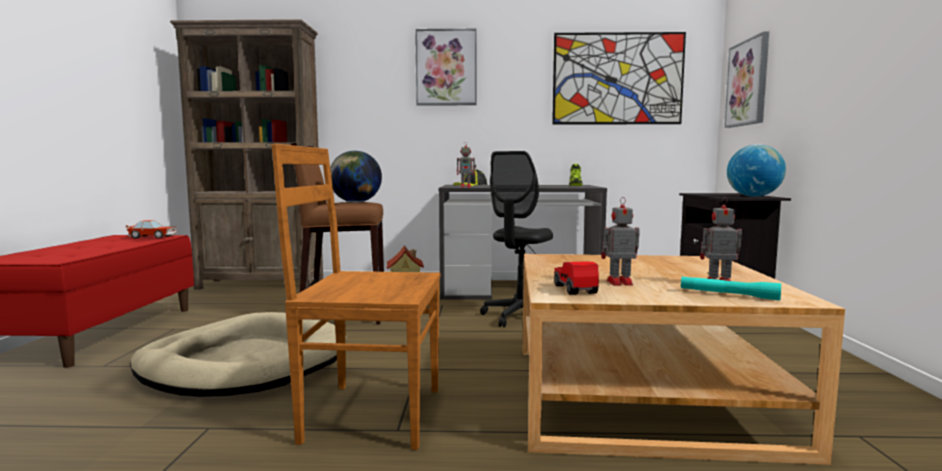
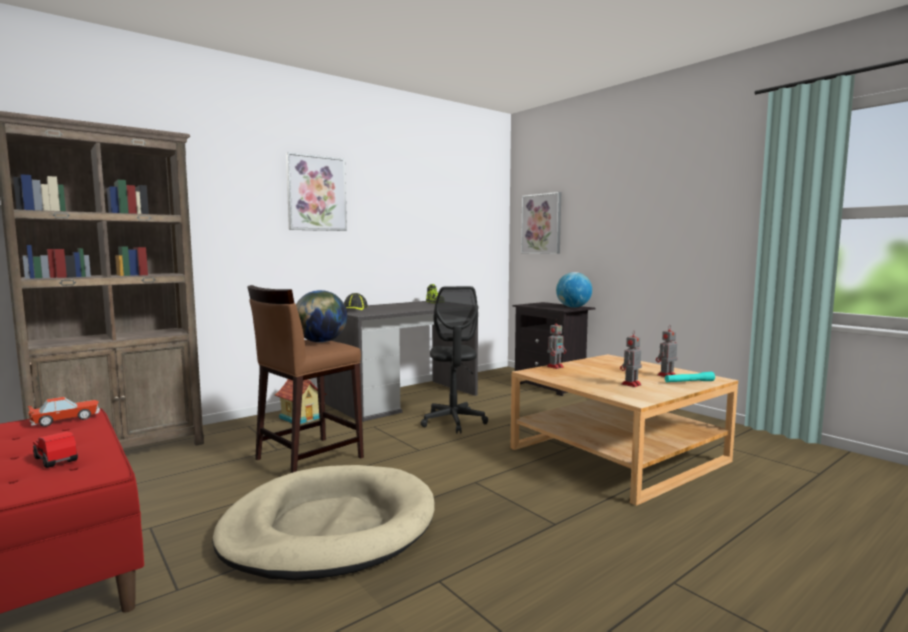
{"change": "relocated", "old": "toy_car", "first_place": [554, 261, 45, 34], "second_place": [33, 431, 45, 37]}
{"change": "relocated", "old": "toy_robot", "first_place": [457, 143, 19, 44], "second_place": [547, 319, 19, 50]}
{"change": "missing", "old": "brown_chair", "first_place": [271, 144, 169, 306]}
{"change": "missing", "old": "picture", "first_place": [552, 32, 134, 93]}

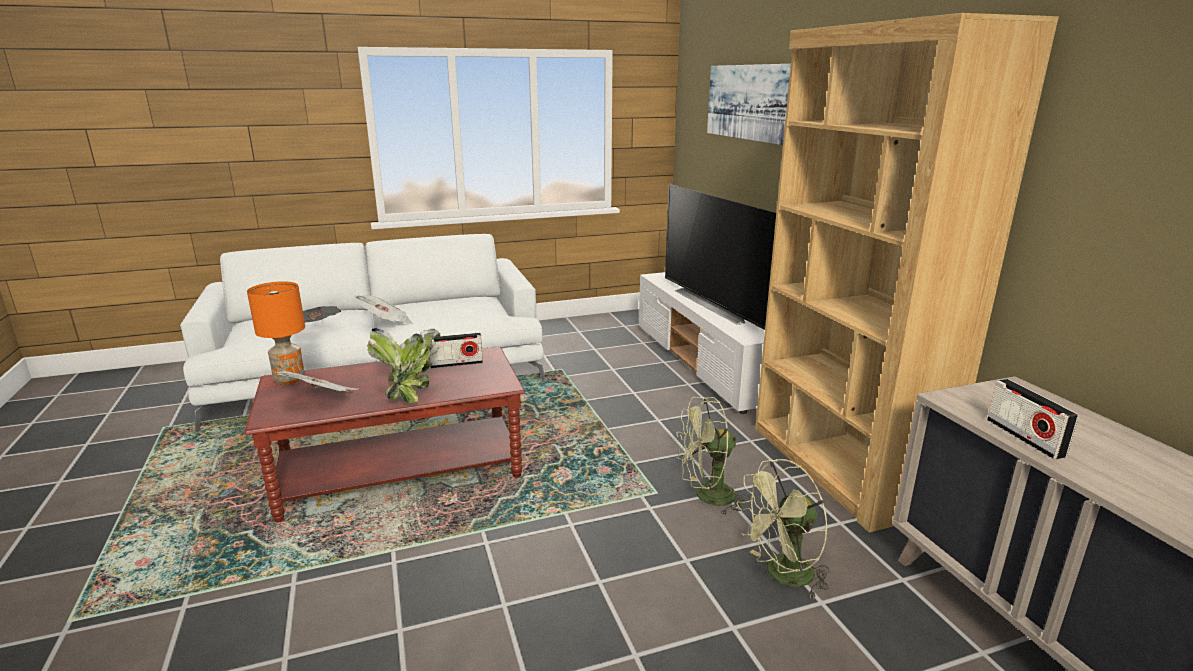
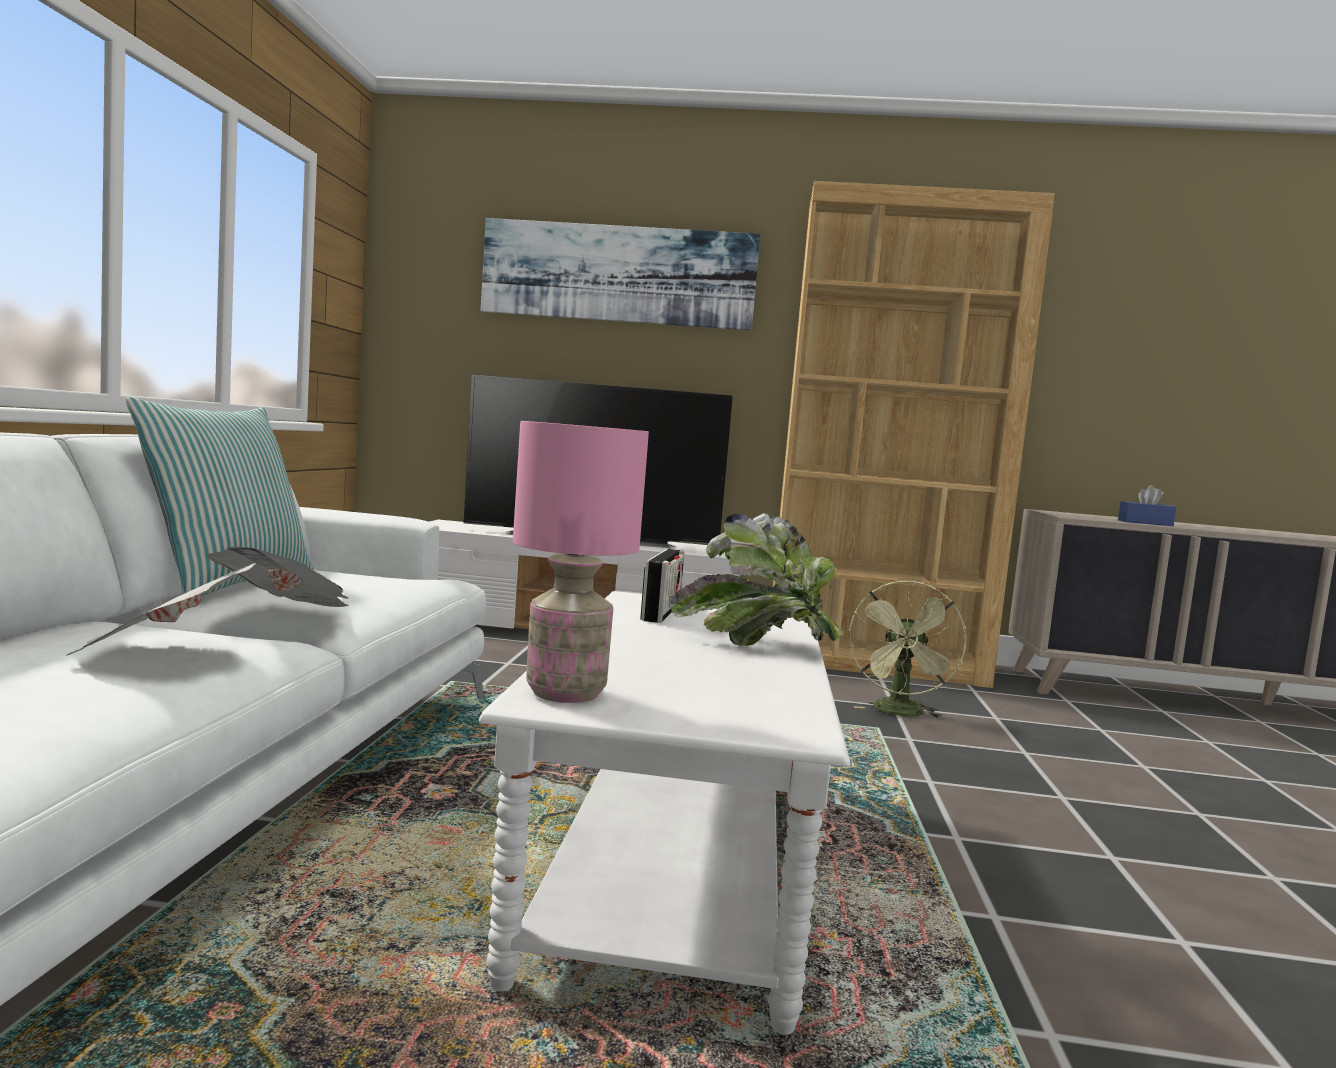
{"change": "appeared", "new": "pillow", "second_place": [126, 397, 187, 199]}
{"change": "colour", "old": "brown_coffee_table", "new": "white_coffee_table", "first_place": [244, 346, 281, 176], "second_place": [479, 591, 372, 444]}
{"change": "colour", "old": "orange_table_lamp", "new": "pink_table_lamp", "first_place": [247, 281, 58, 104], "second_place": [513, 421, 136, 282]}
{"change": "exchanged", "old": "radio", "new": "blue_tissue_box", "first_place": [987, 379, 92, 80], "second_place": [1118, 485, 58, 41]}
{"change": "missing", "old": "newspaper", "first_place": [276, 371, 82, 21]}
{"change": "missing", "old": "green_fan", "first_place": [737, 459, 93, 140]}

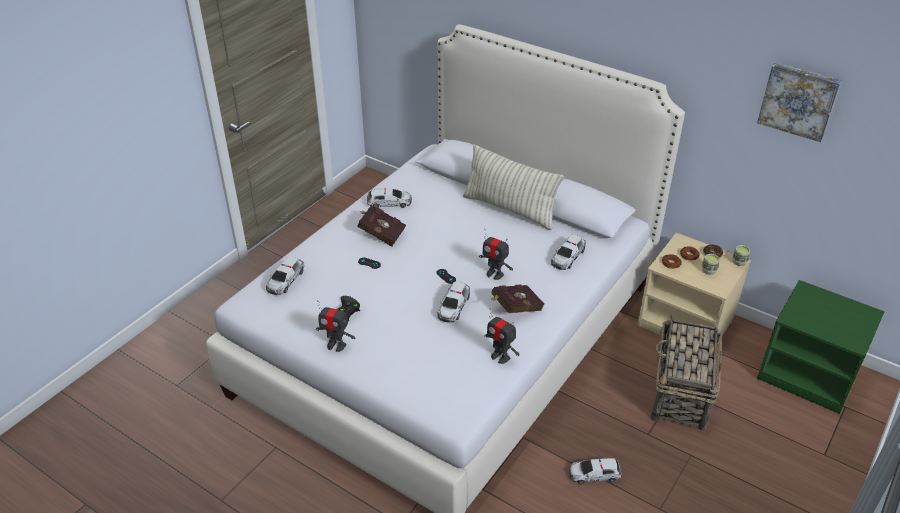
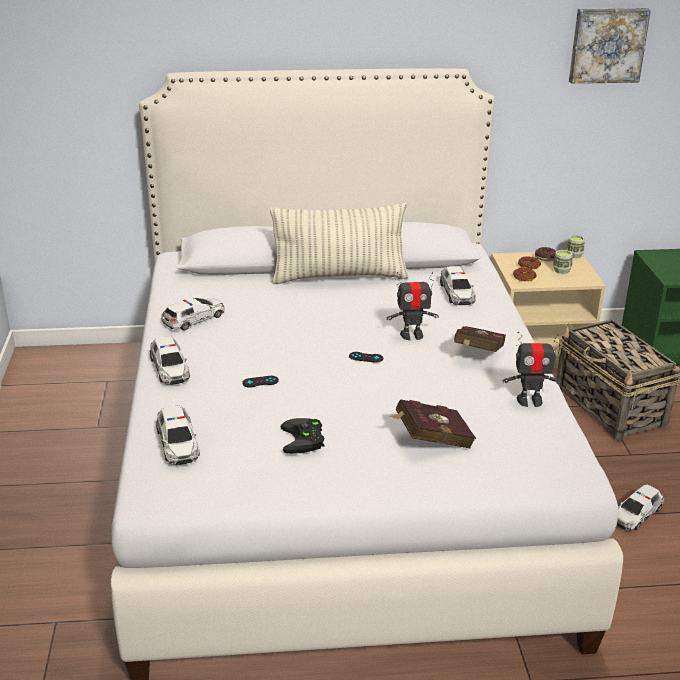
{"change": "relocated", "old": "toy_car", "first_place": [437, 282, 33, 41], "second_place": [150, 336, 40, 49]}
{"change": "relocated", "old": "red_book", "first_place": [357, 205, 49, 42], "second_place": [390, 400, 86, 48]}
{"change": "missing", "old": "toy_robot", "first_place": [316, 300, 40, 52]}

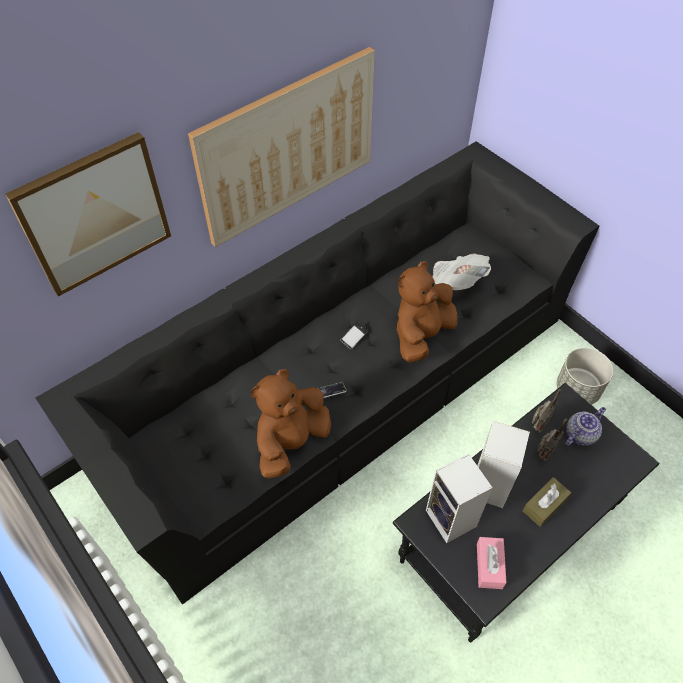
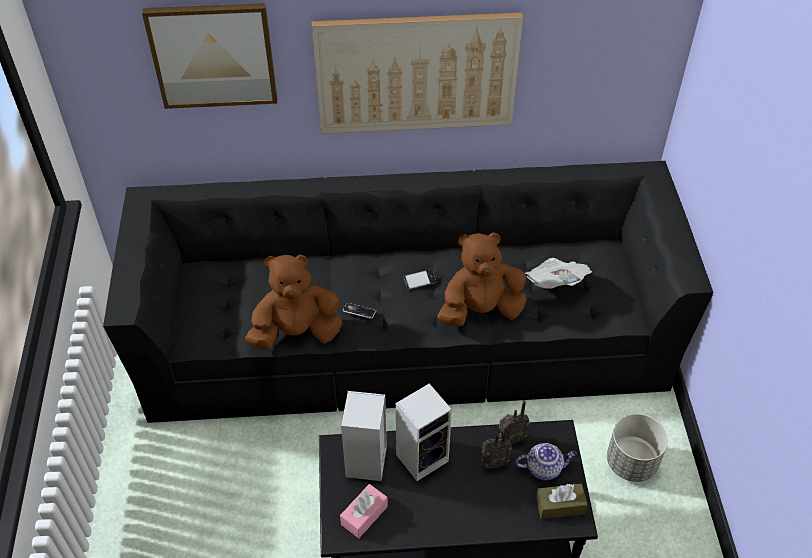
{"change": "relocated", "old": "brown_tissue_box", "first_place": [523, 477, 48, 50], "second_place": [536, 484, 51, 35]}

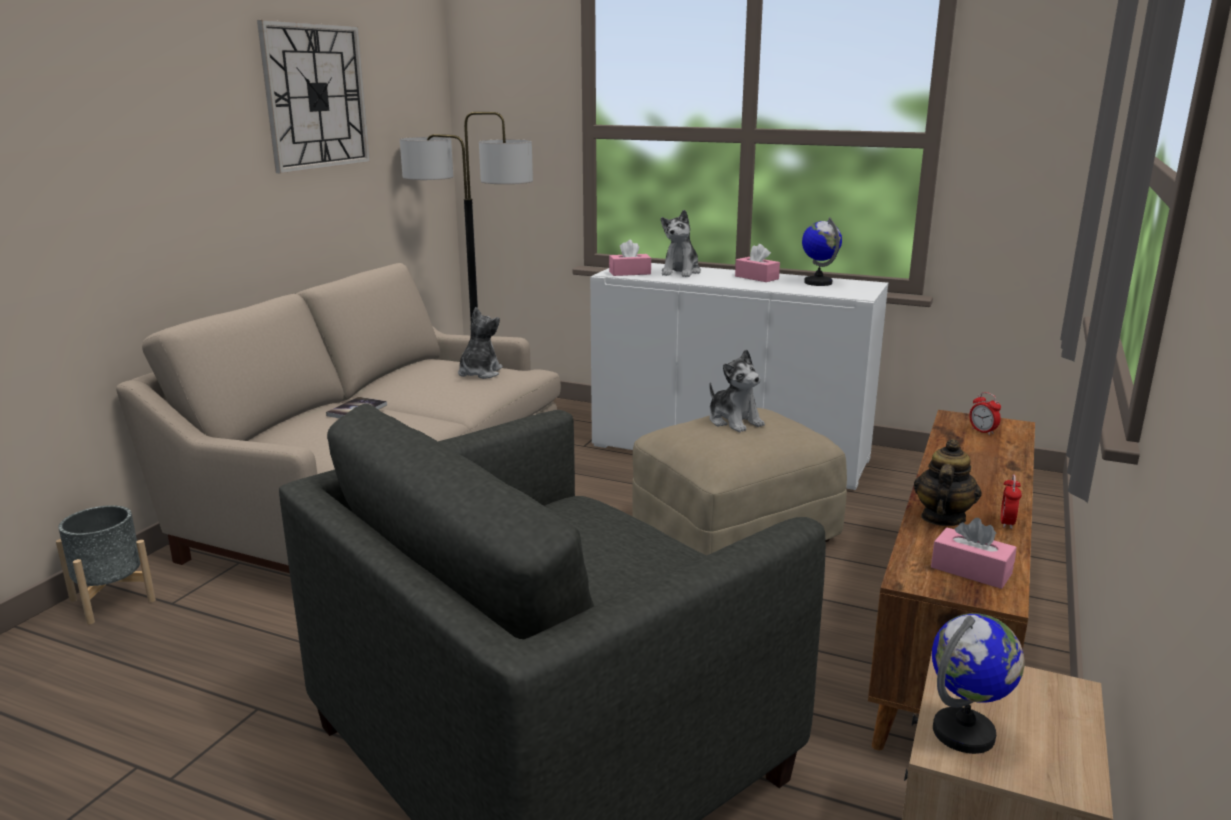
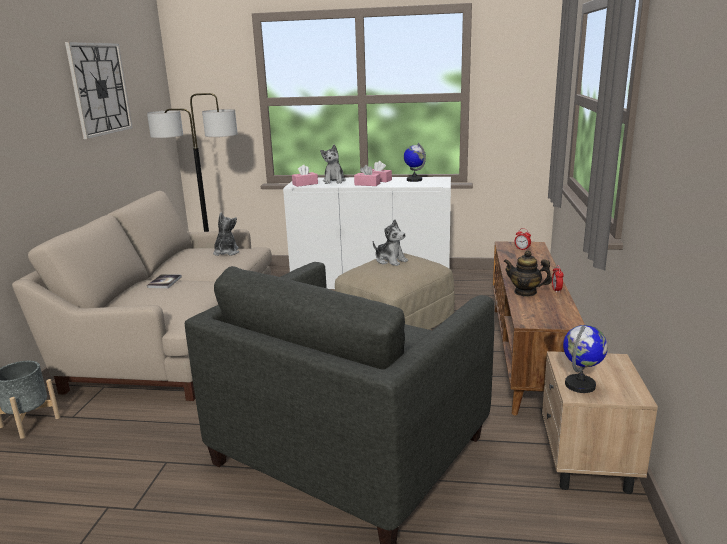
{"change": "relocated", "old": "pink_tissue_box", "first_place": [931, 518, 86, 71], "second_place": [354, 165, 26, 21]}
{"change": "spun", "old": "teapot", "first_place": [914, 439, 68, 87], "second_place": [503, 250, 49, 47], "degrees": -75}

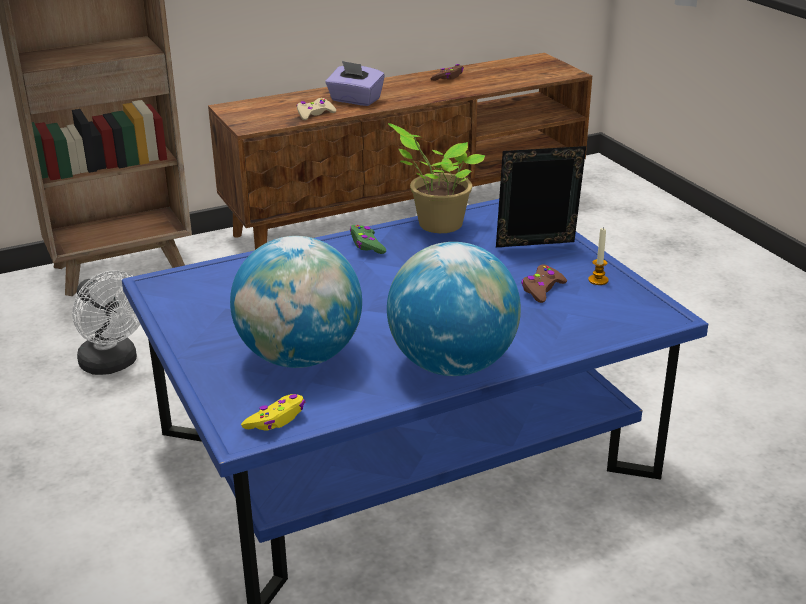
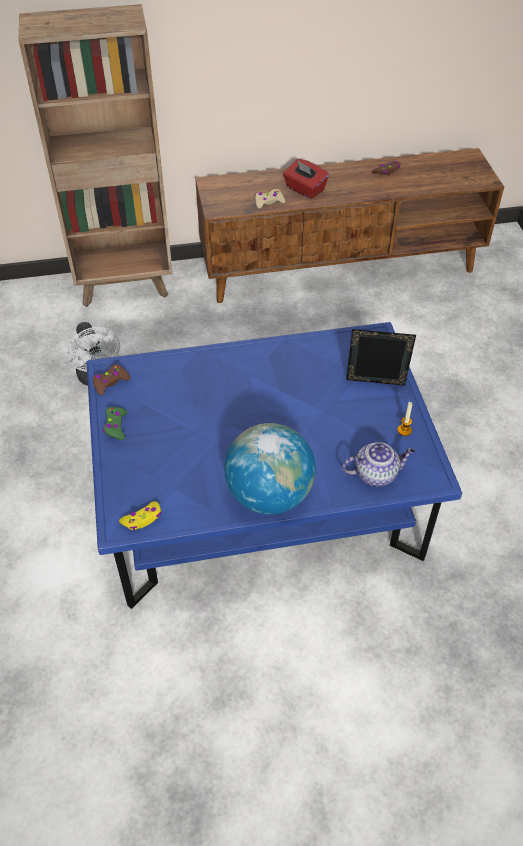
{"change": "relocated", "old": "brown_game_controller", "first_place": [521, 264, 46, 39], "second_place": [92, 364, 38, 31]}
{"change": "relocated", "old": "green_game_controller", "first_place": [350, 225, 36, 29], "second_place": [103, 407, 25, 33]}
{"change": "colour", "old": "purple_tissue_box", "new": "red_tissue_box", "first_place": [325, 61, 60, 45], "second_place": [283, 159, 46, 40]}
{"change": "appeared", "new": "teapot", "second_place": [342, 442, 73, 45]}
{"change": "missing", "old": "globe", "first_place": [230, 236, 132, 132]}
{"change": "missing", "old": "potted_plant", "first_place": [388, 123, 98, 110]}

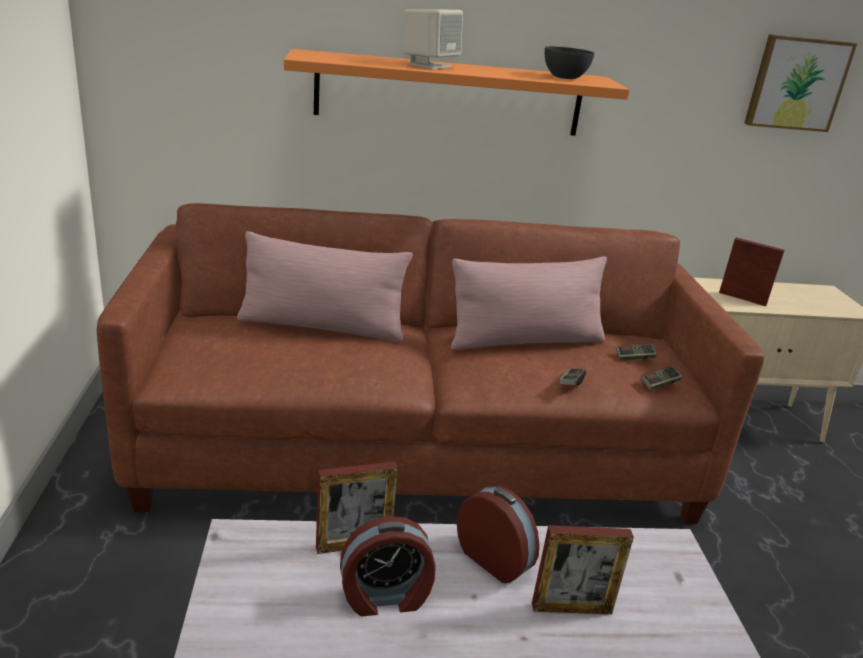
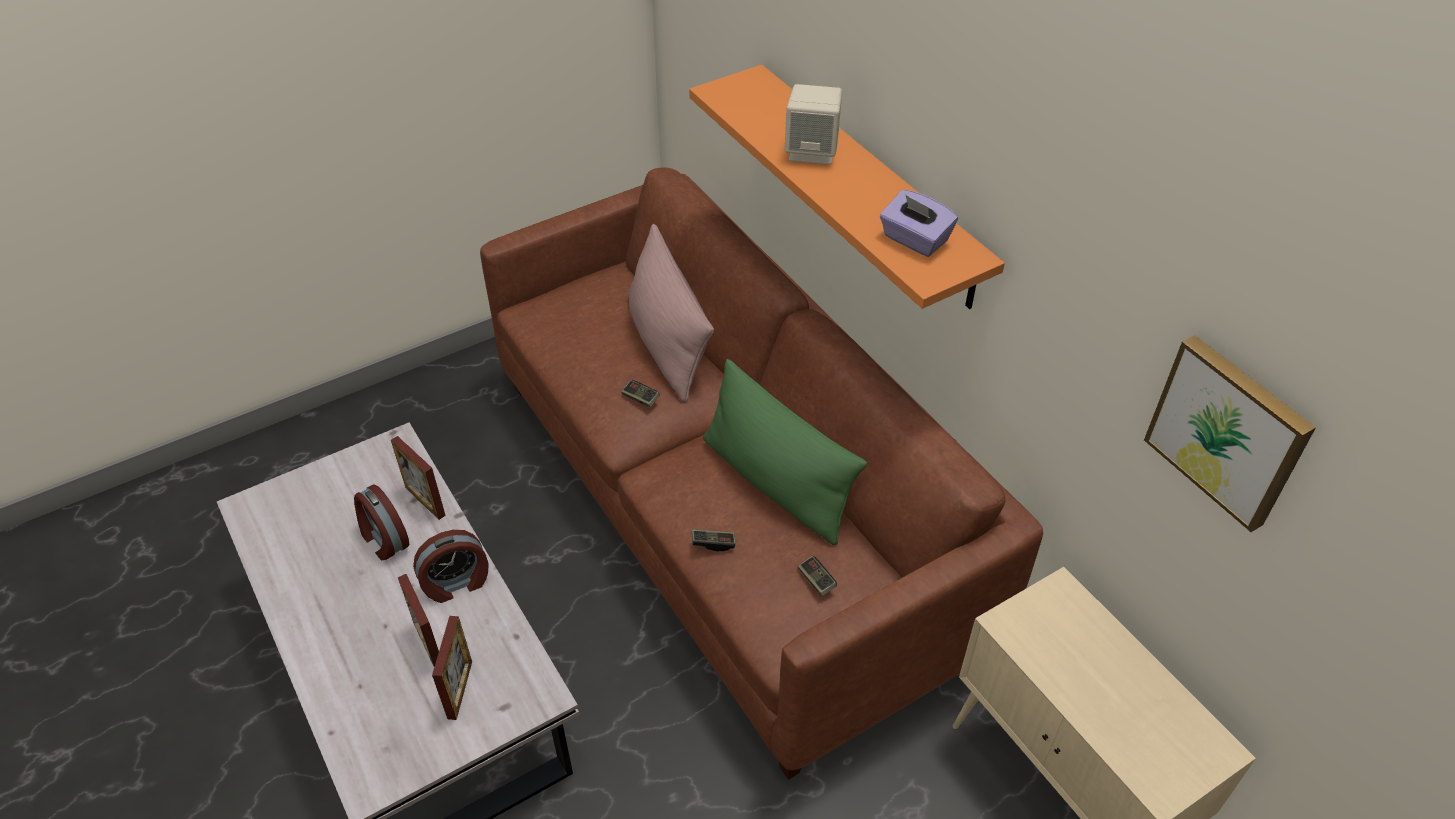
{"change": "spun", "old": "alarm_clock", "first_place": [457, 486, 83, 97], "second_place": [413, 530, 76, 73], "degrees": 45}
{"change": "relocated", "old": "picture_frame", "first_place": [719, 237, 66, 69], "second_place": [432, 616, 40, 104]}
{"change": "relocated", "old": "game_controller", "first_place": [641, 366, 41, 24], "second_place": [621, 380, 39, 27]}
{"change": "colour", "old": "pink_pillow", "new": "green_pillow", "first_place": [451, 257, 156, 93], "second_place": [703, 359, 164, 187]}
{"change": "exchanged", "old": "grey_bowl", "new": "purple_tissue_box", "first_place": [545, 46, 50, 33], "second_place": [880, 190, 78, 67]}

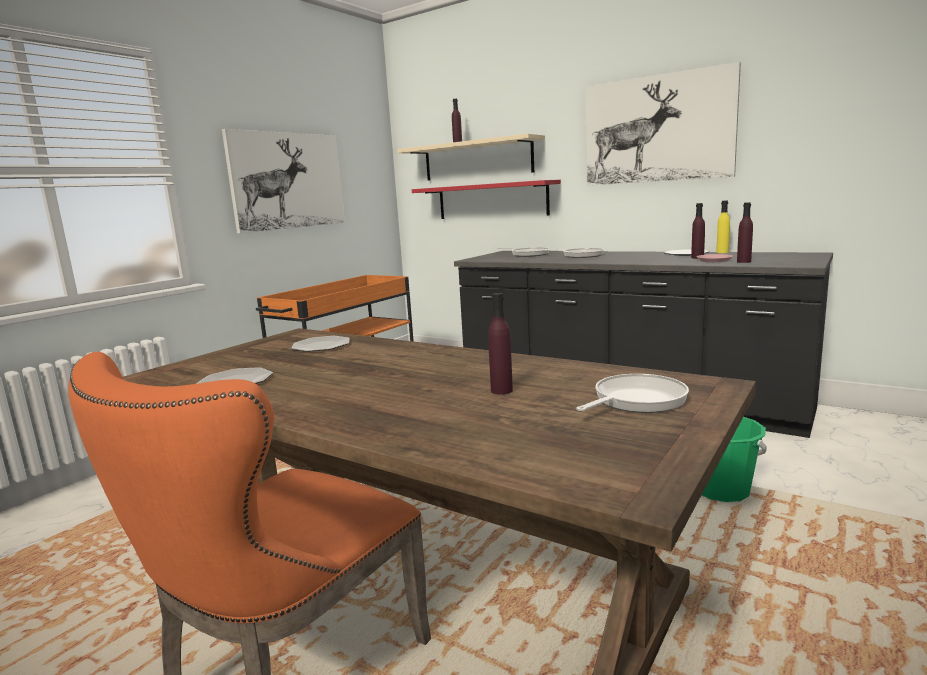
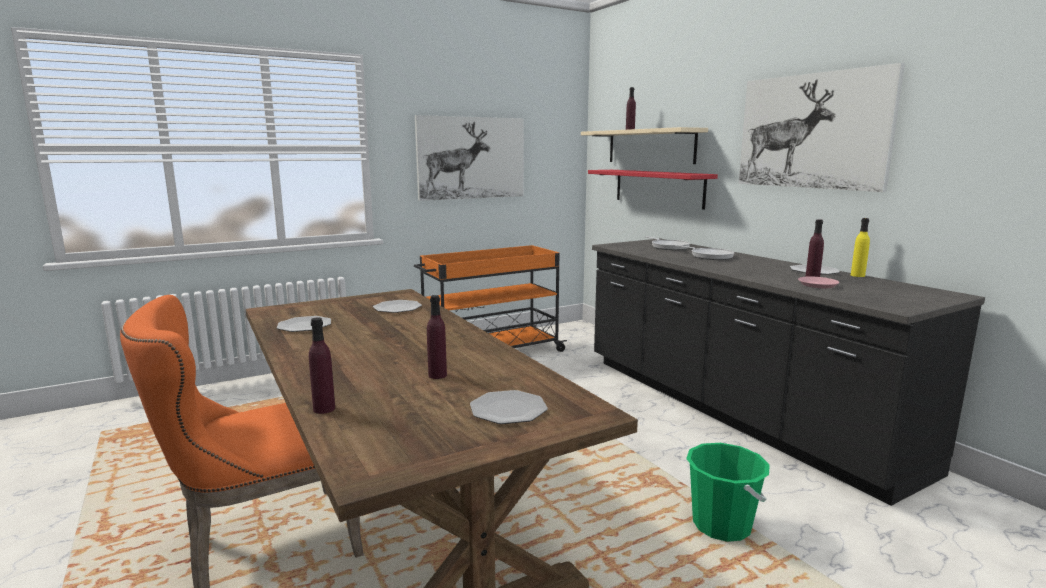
{"change": "relocated", "old": "purple_bottle", "first_place": [737, 202, 16, 61], "second_place": [309, 318, 26, 96]}
{"change": "exchanged", "old": "frying_pan", "new": "plate", "first_place": [576, 374, 113, 39], "second_place": [470, 390, 78, 34]}

